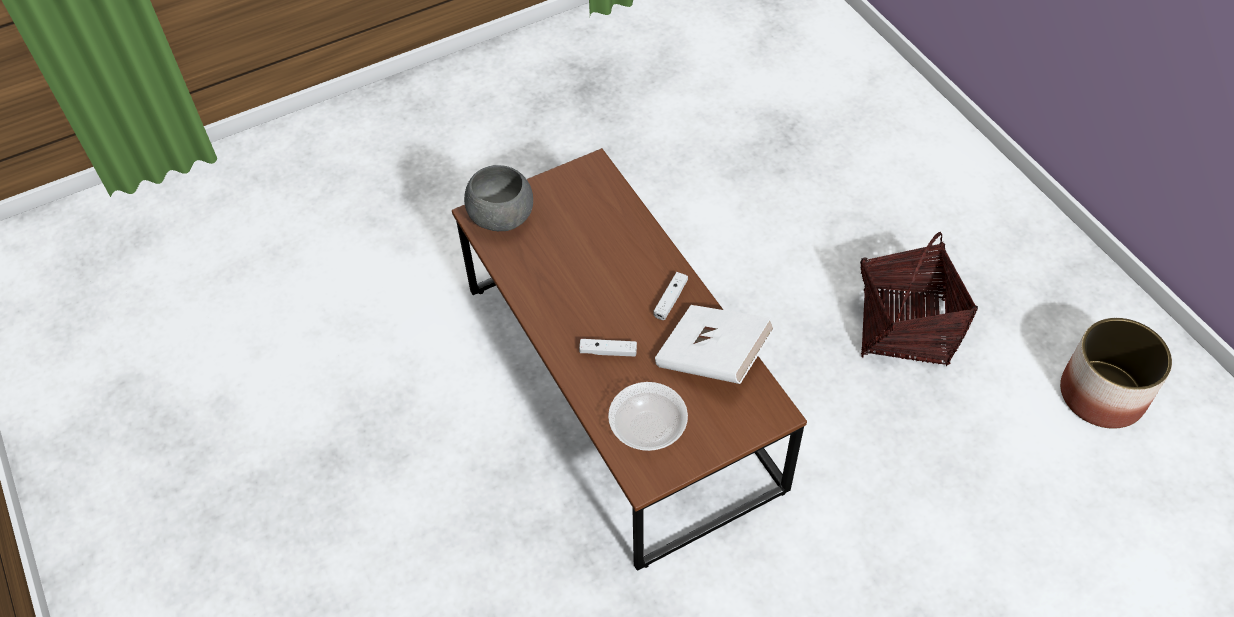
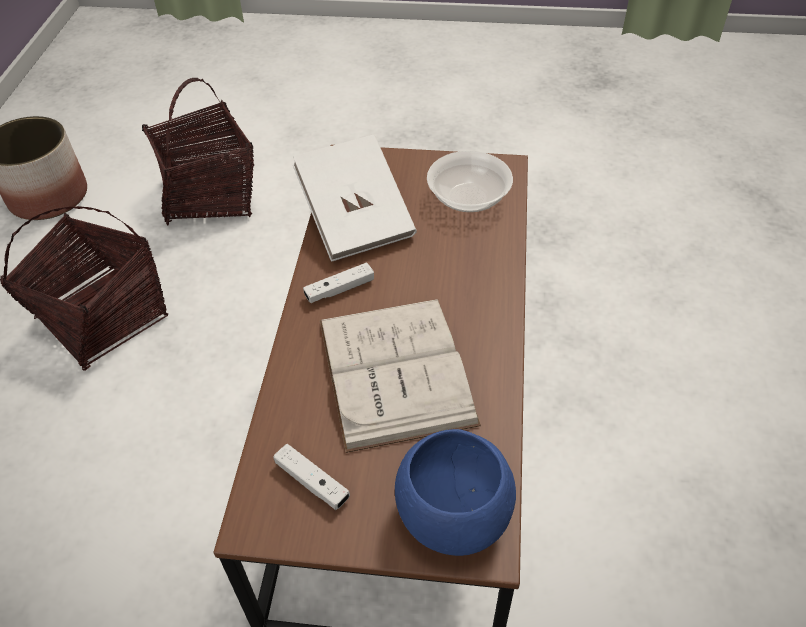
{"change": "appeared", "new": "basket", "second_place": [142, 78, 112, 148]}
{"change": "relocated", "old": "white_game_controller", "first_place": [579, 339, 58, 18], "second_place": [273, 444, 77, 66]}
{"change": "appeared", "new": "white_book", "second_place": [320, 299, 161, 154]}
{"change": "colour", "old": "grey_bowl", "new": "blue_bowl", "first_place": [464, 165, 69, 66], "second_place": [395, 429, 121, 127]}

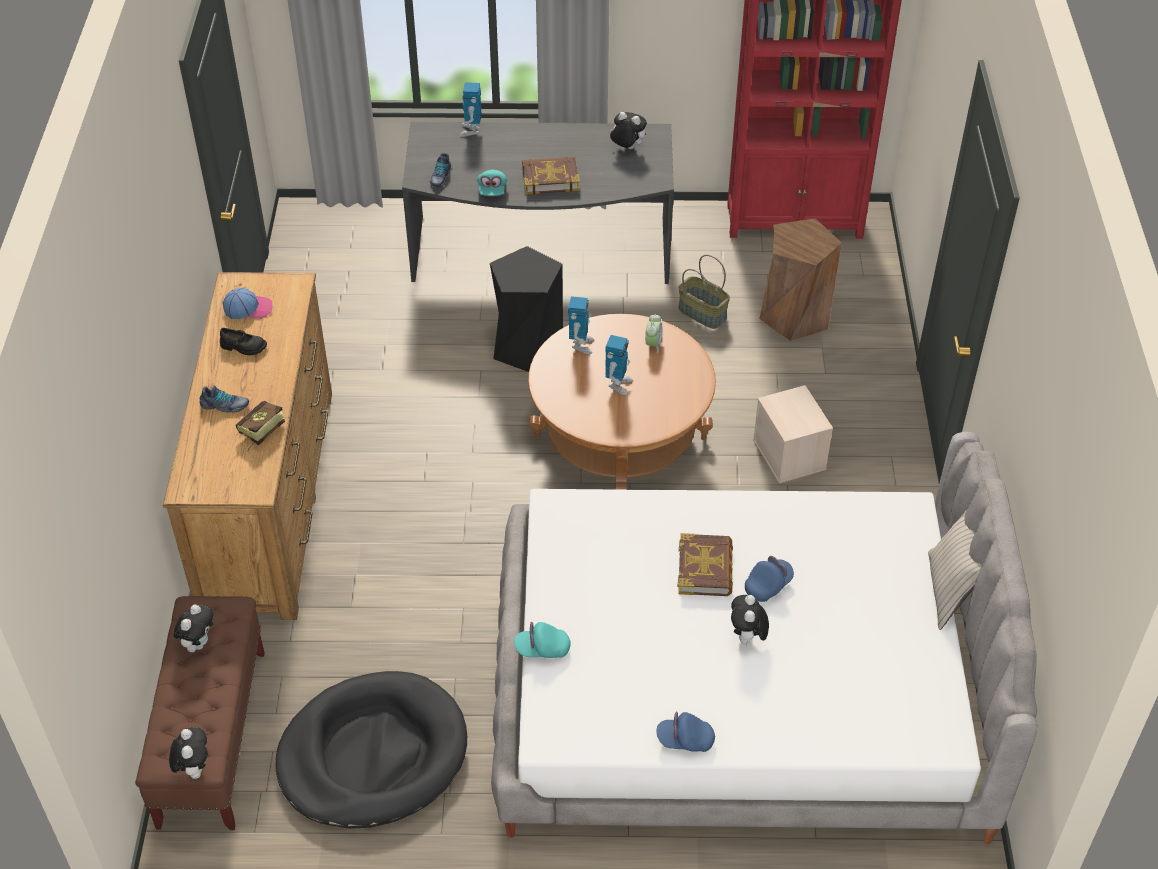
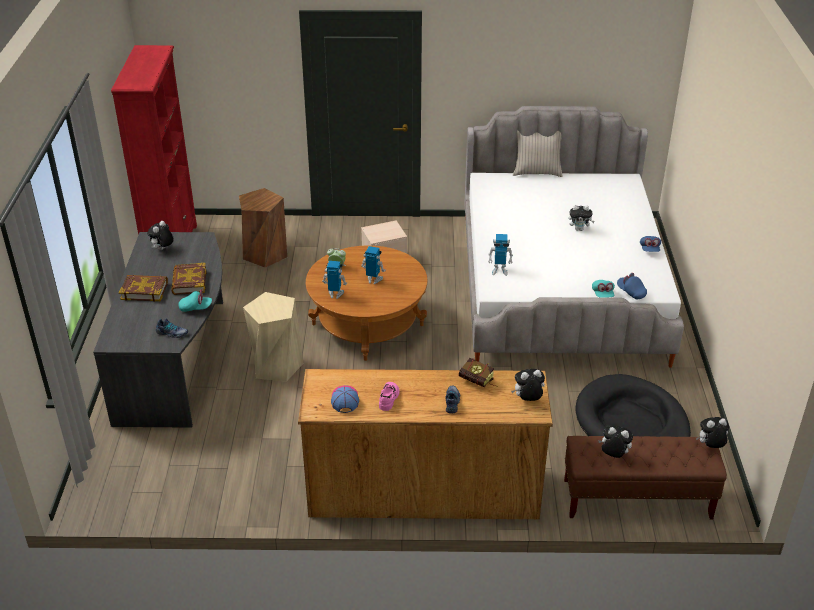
{"change": "relocated", "old": "book", "first_place": [678, 533, 55, 63], "second_place": [119, 275, 49, 27]}
{"change": "colour", "old": "black_stool", "new": "beige_stool", "first_place": [490, 246, 73, 126], "second_place": [243, 292, 60, 90]}
{"change": "colour", "old": "black_shoe", "new": "pink_shoe", "first_place": [220, 328, 47, 27], "second_place": [379, 382, 20, 29]}
{"change": "relocated", "old": "toy_robot", "first_place": [459, 82, 22, 55], "second_place": [488, 234, 25, 42]}
{"change": "appeared", "new": "plush_toy", "second_place": [511, 369, 34, 32]}
{"change": "relocated", "old": "blue_cap", "first_place": [745, 556, 49, 46], "second_place": [617, 273, 30, 26]}
{"change": "missing", "old": "basket", "first_place": [678, 255, 52, 74]}

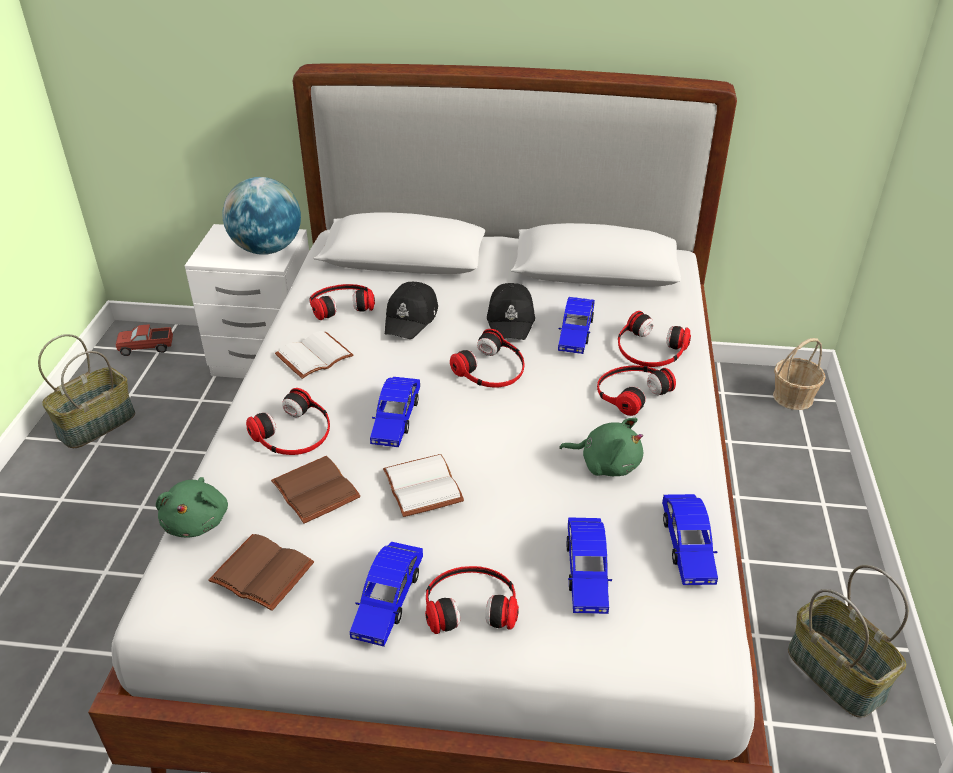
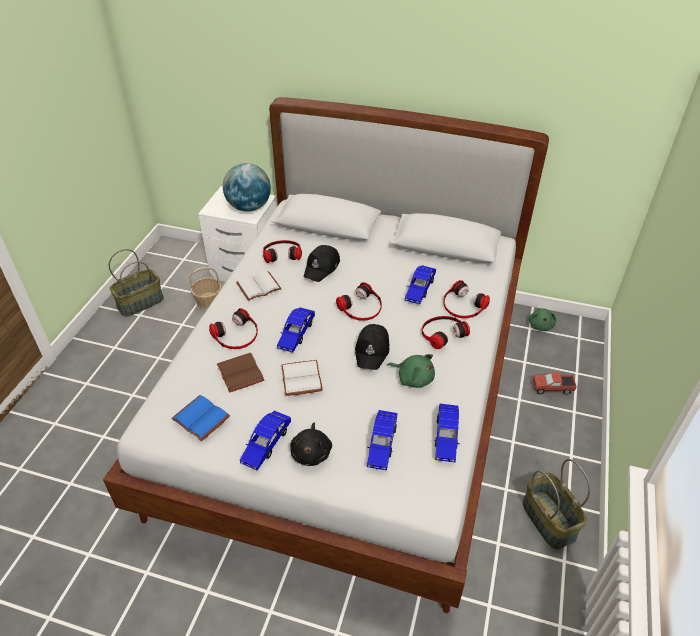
{"change": "colour", "old": "brown_book", "new": "blue_book", "first_place": [208, 534, 106, 77], "second_place": [171, 395, 59, 46]}
{"change": "relocated", "old": "basket", "first_place": [773, 338, 53, 72], "second_place": [189, 267, 32, 43]}
{"change": "exchanged", "old": "headphones", "new": "black_plush_toy", "first_place": [425, 566, 94, 68], "second_place": [290, 423, 42, 43]}
{"change": "relocated", "old": "black_cap", "first_place": [487, 283, 48, 57], "second_place": [355, 324, 35, 46]}
{"change": "relocated", "old": "green_plush_toy", "first_place": [156, 477, 72, 60], "second_place": [528, 308, 28, 23]}
{"change": "relocated", "old": "toy_truck", "first_place": [116, 324, 57, 32], "second_place": [533, 372, 44, 23]}

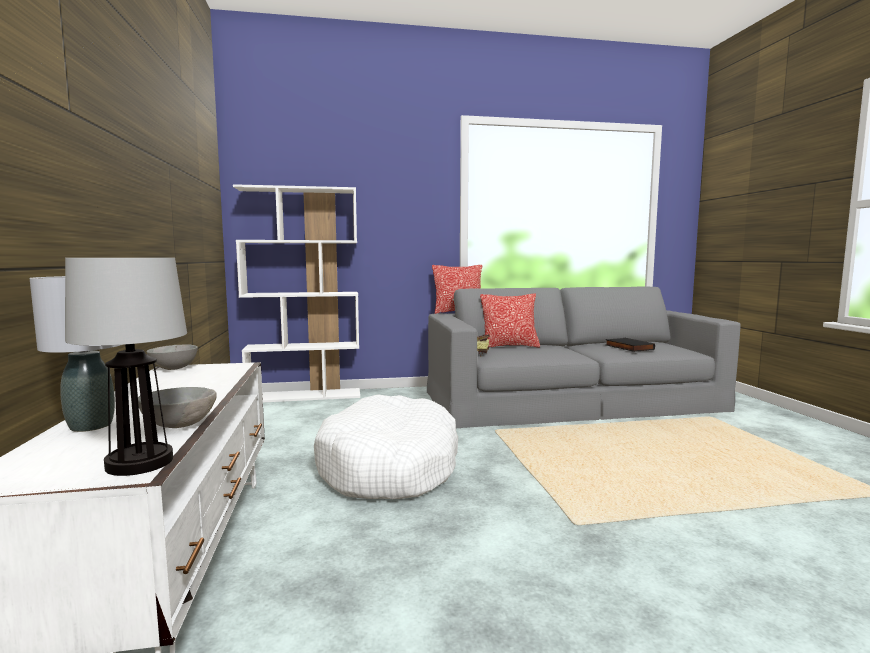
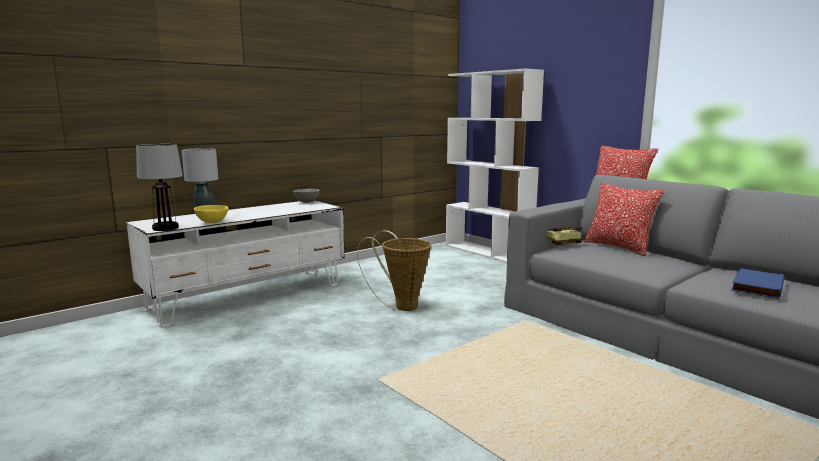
{"change": "colour", "old": "grey_bowl", "new": "yellow_bowl", "first_place": [138, 387, 79, 41], "second_place": [194, 205, 35, 18]}
{"change": "exchanged", "old": "white_dog_bed", "new": "basket", "first_place": [314, 395, 144, 104], "second_place": [357, 230, 74, 81]}
{"change": "colour", "old": "black_book", "new": "blue_book", "first_place": [605, 338, 50, 14], "second_place": [731, 268, 53, 31]}

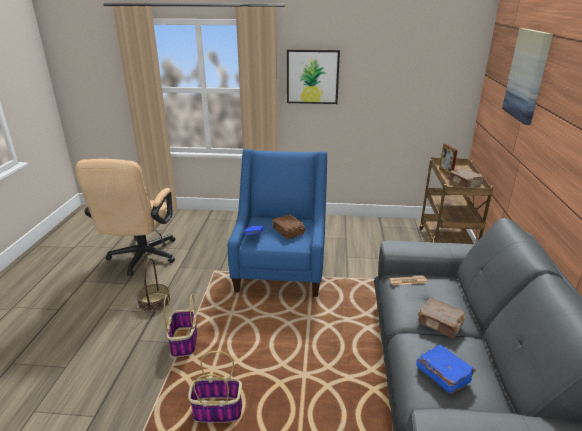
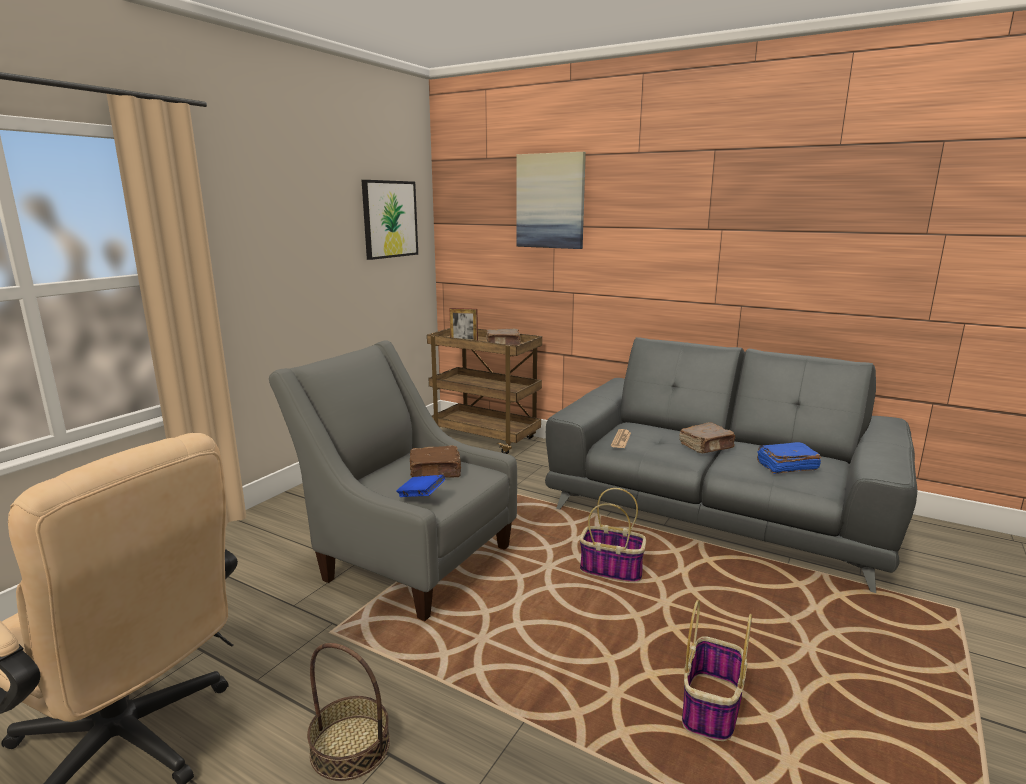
{"change": "colour", "old": "blue_armchair", "new": "grey_armchair", "first_place": [228, 149, 99, 148], "second_place": [269, 341, 248, 280]}
{"change": "relocated", "old": "picture", "first_place": [287, 49, 53, 55], "second_place": [362, 180, 56, 80]}
{"change": "relocated", "old": "basket", "first_place": [164, 294, 33, 64], "second_place": [580, 488, 66, 95]}

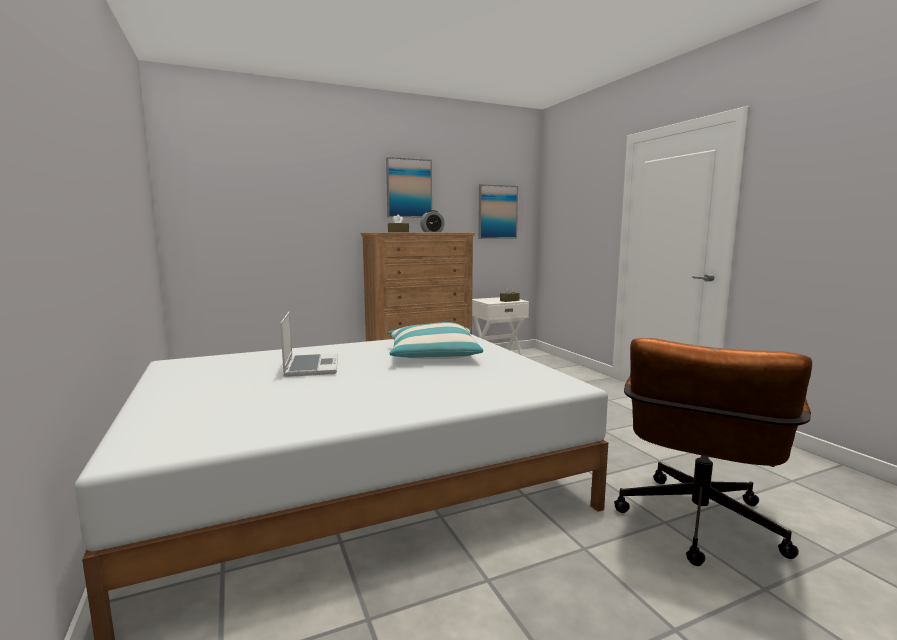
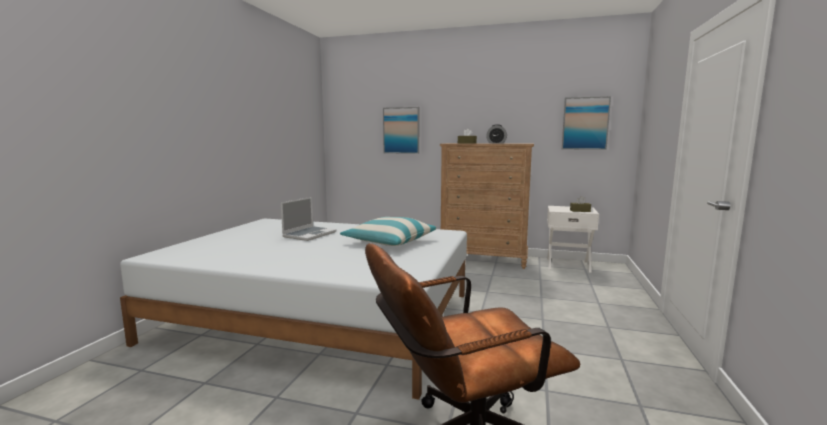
{"change": "relocated", "old": "picture", "first_place": [386, 157, 46, 61], "second_place": [383, 107, 36, 47]}

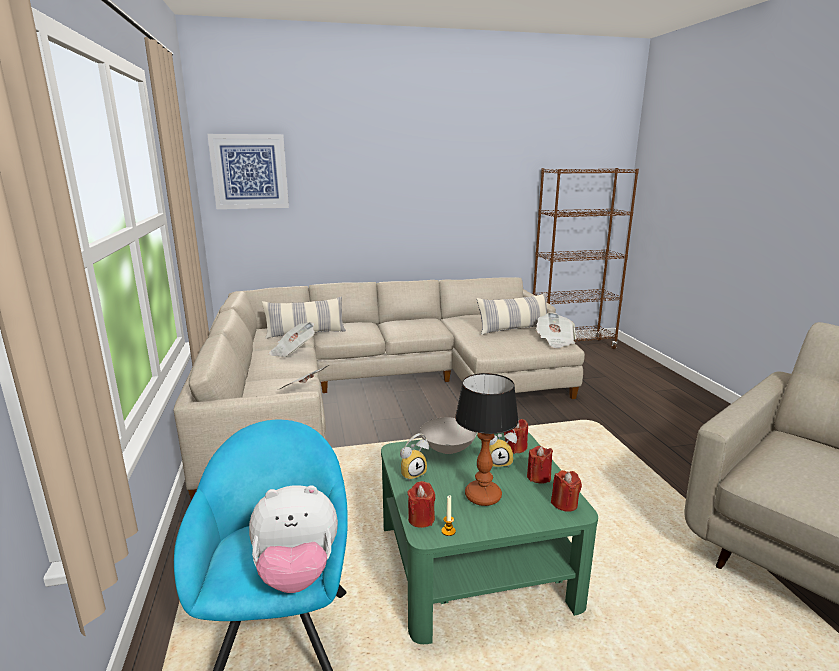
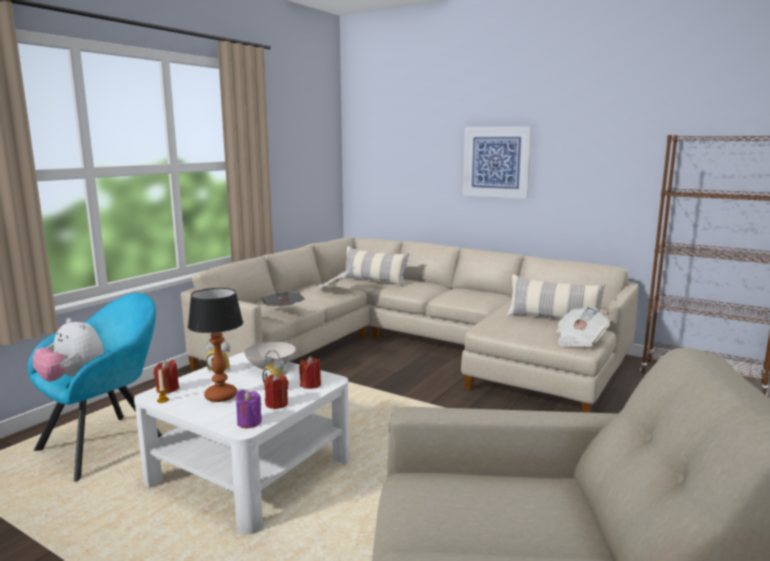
{"change": "colour", "old": "green_coffee_table", "new": "white_coffee_table", "first_place": [381, 432, 217, 212], "second_place": [134, 352, 215, 183]}
{"change": "colour", "old": "red_candle", "new": "purple_candle", "first_place": [551, 470, 31, 42], "second_place": [236, 390, 26, 38]}
{"change": "relocated", "old": "picture", "first_place": [208, 134, 81, 75], "second_place": [463, 126, 69, 73]}

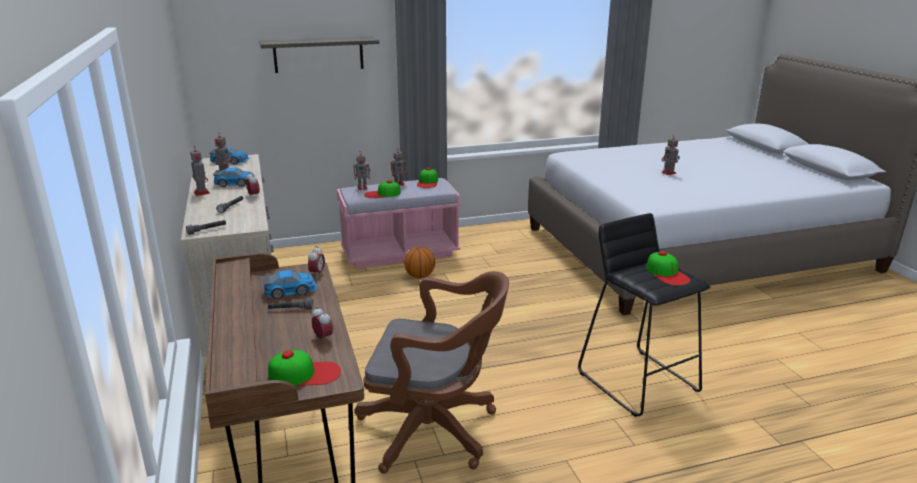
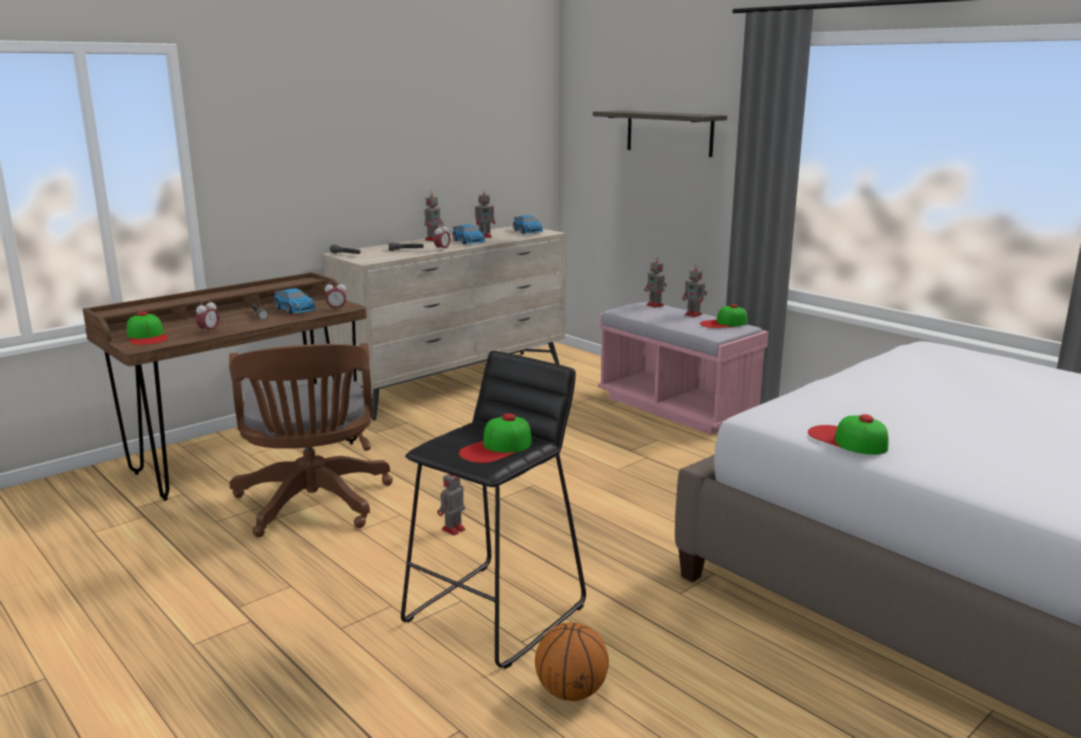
{"change": "relocated", "old": "toy_robot", "first_place": [662, 136, 18, 39], "second_place": [437, 474, 28, 62]}
{"change": "relocated", "old": "basketball", "first_place": [404, 246, 31, 32], "second_place": [535, 622, 74, 79]}
{"change": "relocated", "old": "cap", "first_place": [364, 180, 37, 18], "second_place": [808, 414, 81, 41]}

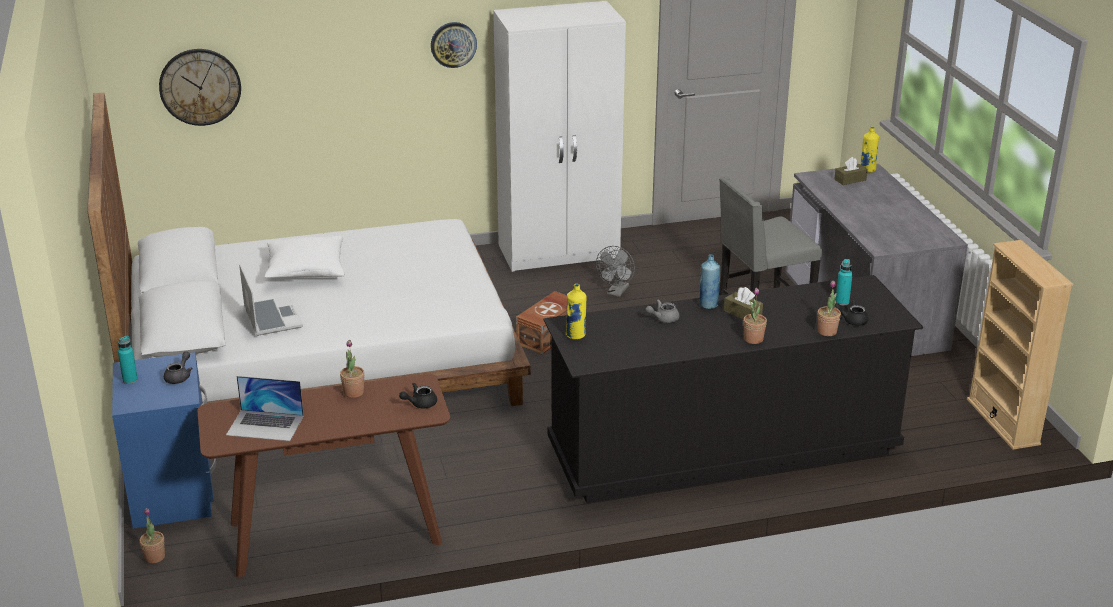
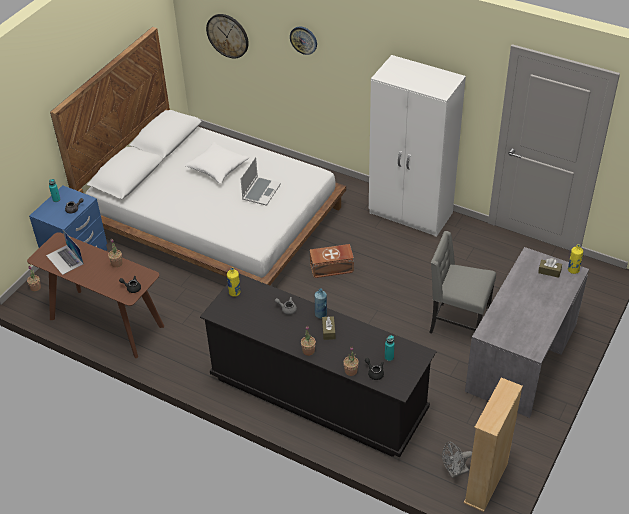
{"change": "relocated", "old": "laptop", "first_place": [239, 264, 64, 72], "second_place": [240, 157, 41, 49]}
{"change": "relocated", "old": "wall_clock", "first_place": [431, 22, 46, 46], "second_place": [290, 26, 27, 29]}
{"change": "relocated", "old": "grey_fan", "first_place": [596, 246, 39, 51], "second_place": [442, 442, 30, 36]}

